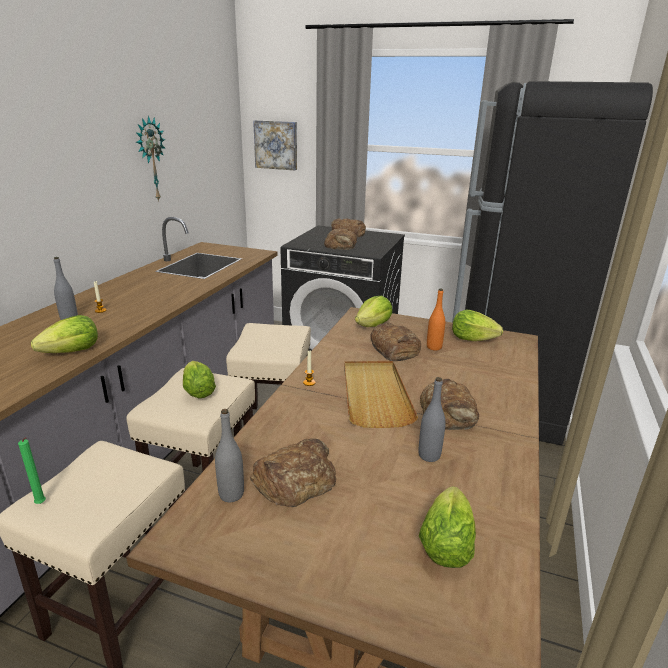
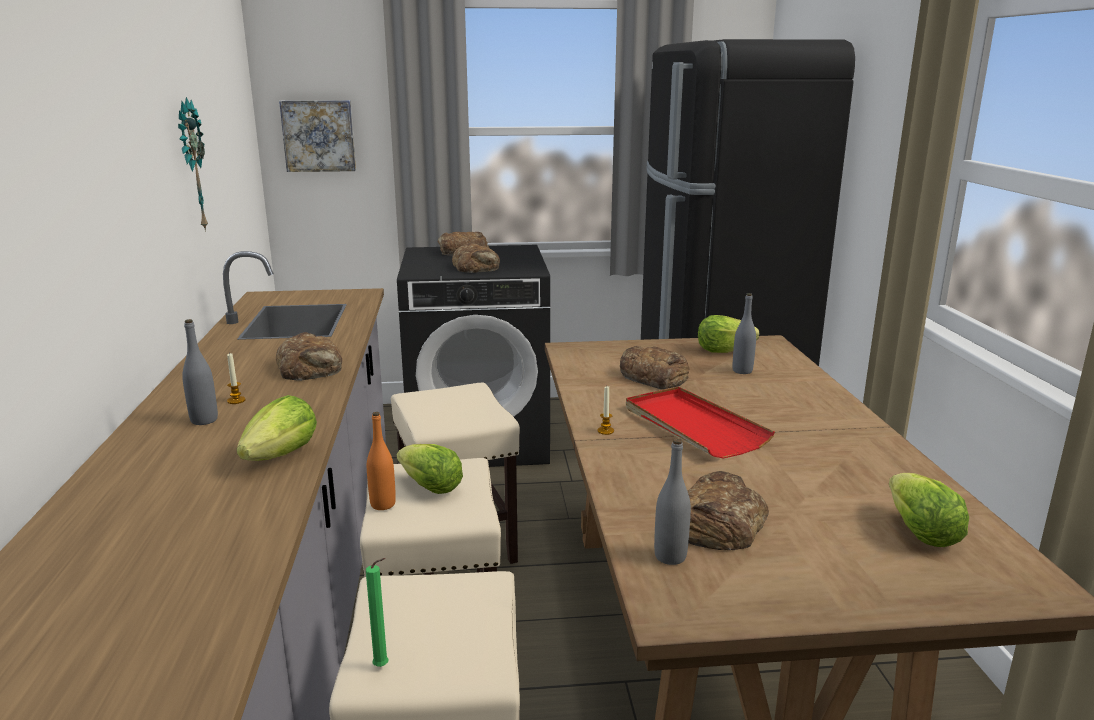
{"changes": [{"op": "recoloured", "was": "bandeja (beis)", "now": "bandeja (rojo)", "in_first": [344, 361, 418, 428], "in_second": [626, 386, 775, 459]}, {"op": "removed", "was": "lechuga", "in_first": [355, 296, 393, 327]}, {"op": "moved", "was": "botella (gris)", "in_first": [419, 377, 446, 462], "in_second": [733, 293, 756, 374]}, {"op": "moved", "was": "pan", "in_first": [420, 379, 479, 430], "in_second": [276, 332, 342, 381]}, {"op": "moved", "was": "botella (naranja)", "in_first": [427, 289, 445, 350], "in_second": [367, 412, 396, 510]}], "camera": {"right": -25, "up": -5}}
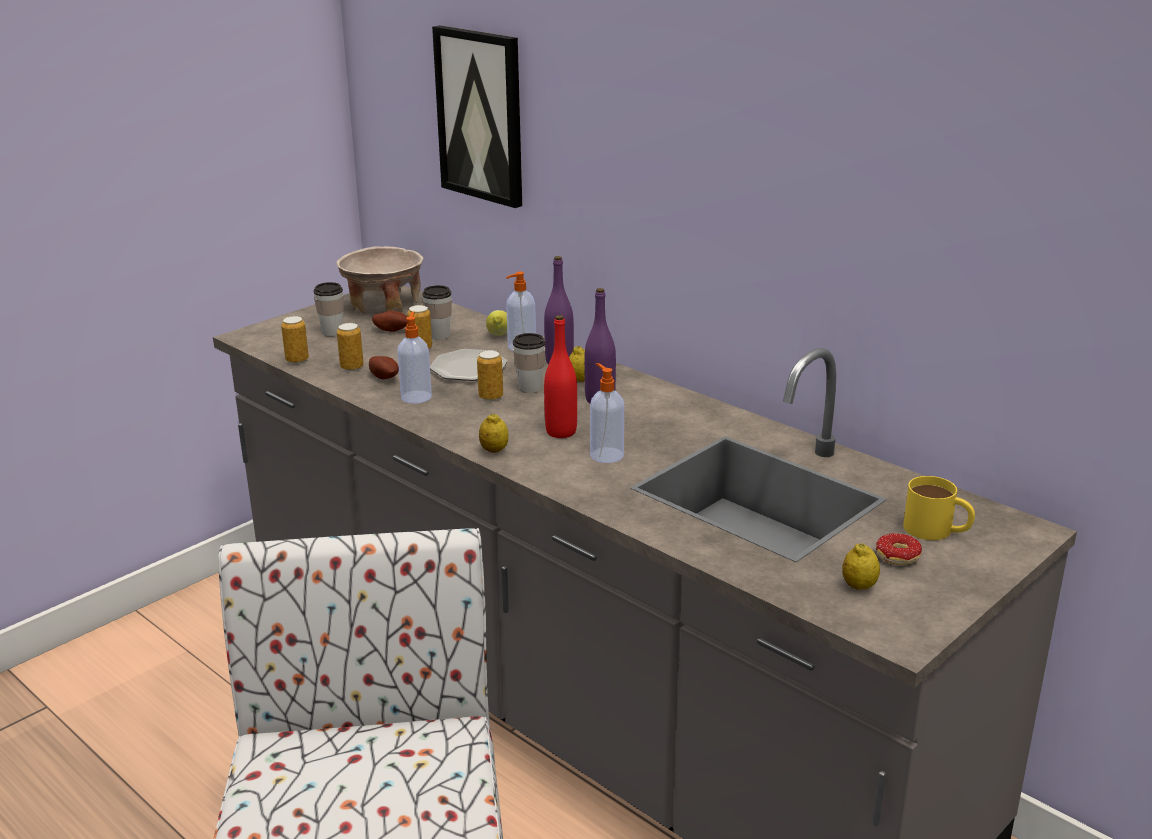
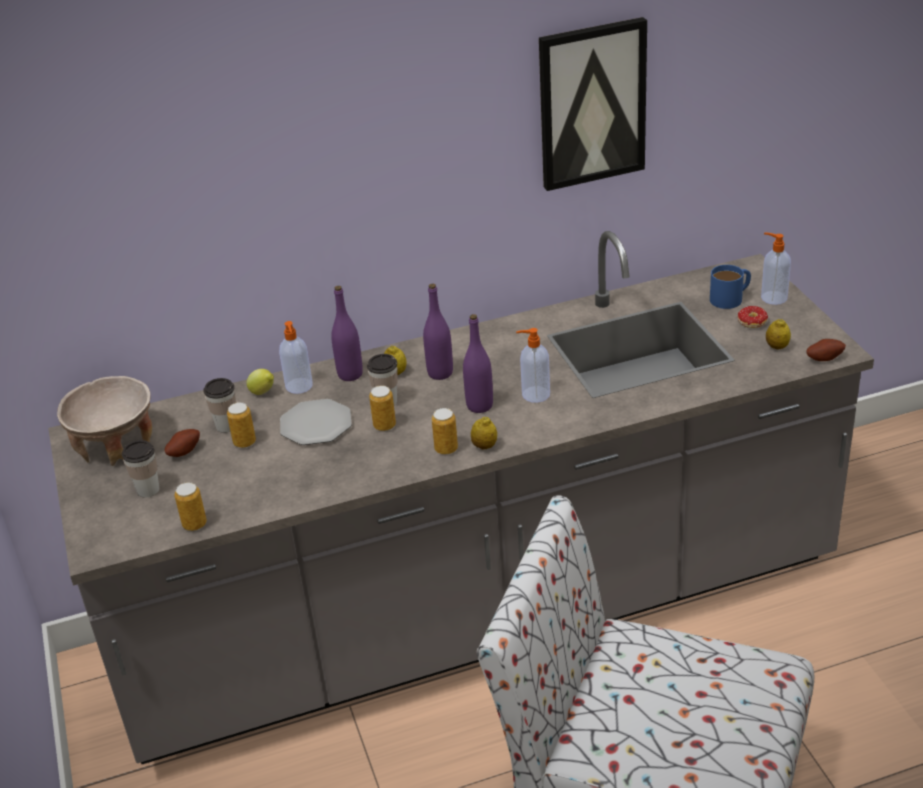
{"changes": [{"op": "moved", "was": "lata", "in_first": [337, 323, 364, 371], "in_second": [432, 408, 458, 455]}, {"op": "moved", "was": "patata", "in_first": [369, 356, 399, 379], "in_second": [806, 339, 846, 361]}, {"op": "moved", "was": "dispensador de jabón", "in_first": [397, 311, 432, 404], "in_second": [761, 233, 791, 305]}, {"op": "moved", "was": "cuadro", "in_first": [432, 25, 522, 208], "in_second": [539, 17, 647, 191]}, {"op": "recoloured", "was": "botella (rojo)", "now": "botella (morado)", "in_first": [544, 315, 577, 438], "in_second": [463, 314, 493, 413]}, {"op": "recoloured", "was": "taza grande (amarillo)", "now": "taza grande (azul)", "in_first": [903, 476, 975, 540], "in_second": [710, 265, 751, 309]}], "camera": {"right": -60, "up": 10}}
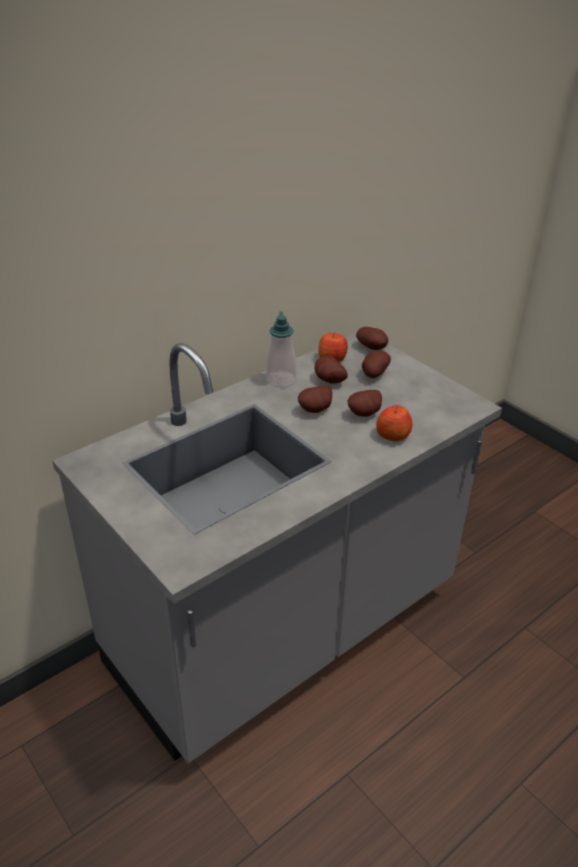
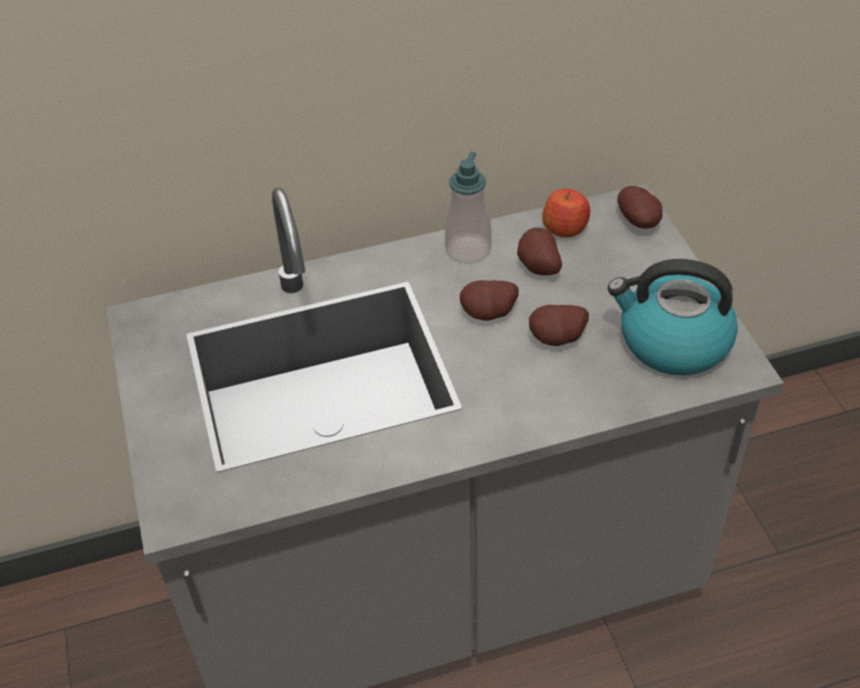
{"changes": [{"op": "removed", "was": "patata", "in_first": [362, 351, 391, 378]}, {"op": "removed", "was": "manzana", "in_first": [376, 405, 412, 441]}, {"op": "added", "now": "hervidor", "in_second": [608, 259, 738, 376]}], "camera": {"right": 25, "up": 10}}
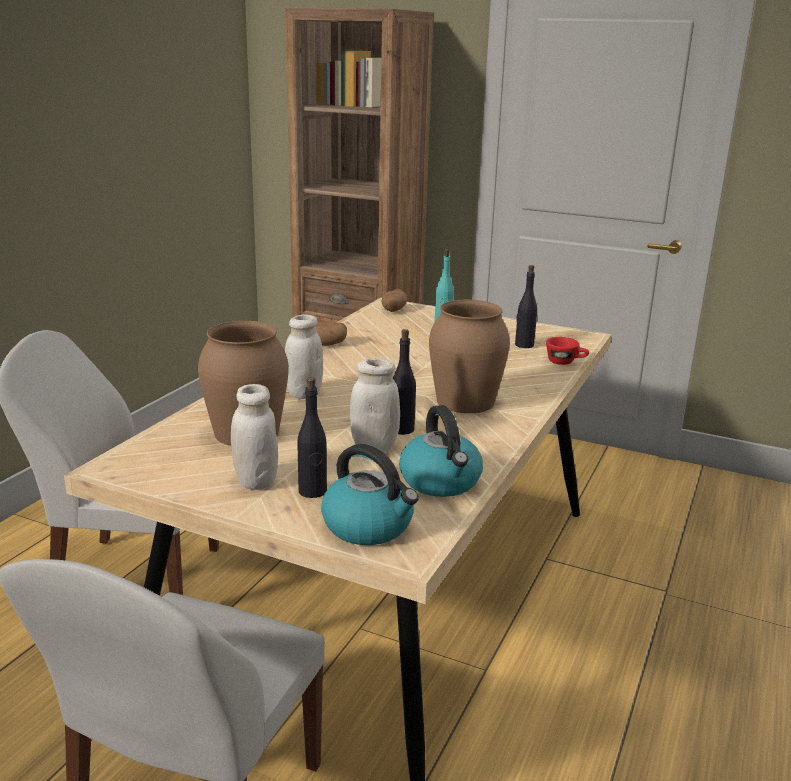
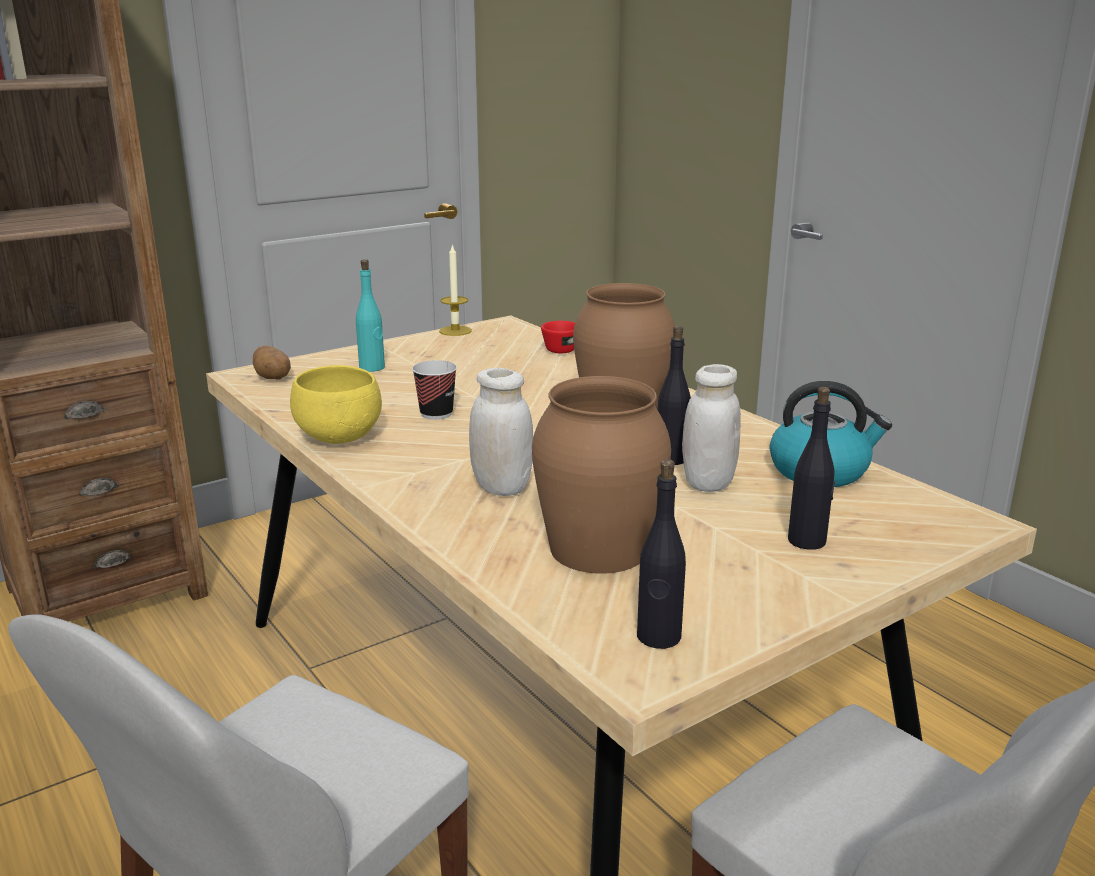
{"changes": [{"op": "removed", "was": "tarro (blanco)", "in_first": [231, 384, 278, 490]}, {"op": "replaced", "was": "patata", "now": "cuenco (amarillo)", "in_first": [316, 322, 347, 346], "in_second": [290, 365, 382, 444]}, {"op": "removed", "was": "hervidor", "in_first": [321, 444, 419, 545]}, {"op": "moved", "was": "botella (negro)", "in_first": [515, 265, 537, 348], "in_second": [637, 459, 686, 649]}, {"op": "added", "now": "taza", "in_second": [412, 360, 457, 420]}, {"op": "added", "now": "vela", "in_second": [439, 244, 472, 336]}], "camera": {"right": -60, "up": 0}}
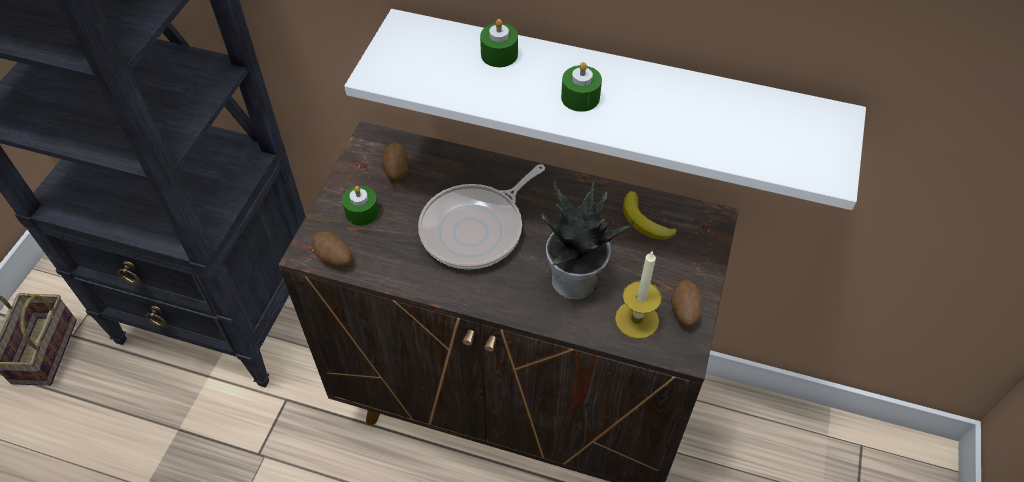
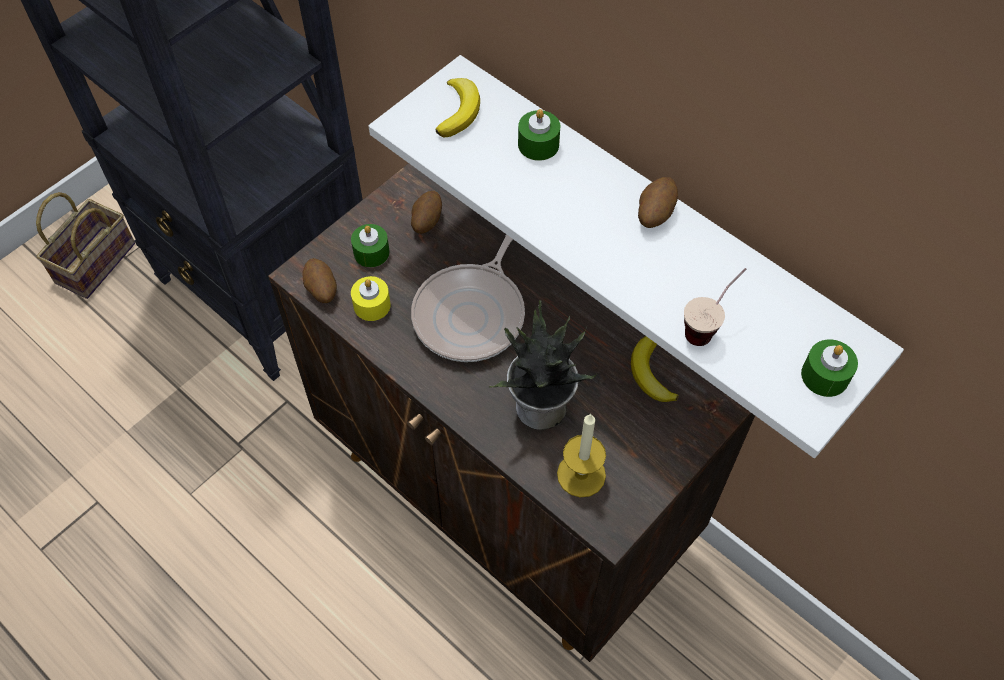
{"changes": [{"op": "turned", "was": "sartén", "in_first": [418, 164, 545, 270], "in_second": [411, 234, 525, 362], "clockwise": -45}, {"op": "moved", "was": "vela (verde)", "in_first": [561, 62, 602, 112], "in_second": [801, 339, 858, 397]}, {"op": "moved", "was": "patata", "in_first": [671, 279, 702, 327], "in_second": [638, 177, 678, 228]}, {"op": "added", "now": "vela (amarillo)", "in_second": [351, 276, 391, 321]}, {"op": "added", "now": "plátano", "in_second": [435, 78, 480, 138]}, {"op": "added", "now": "taza", "in_second": [684, 268, 747, 346]}], "camera": {"right": 25, "up": 5}}
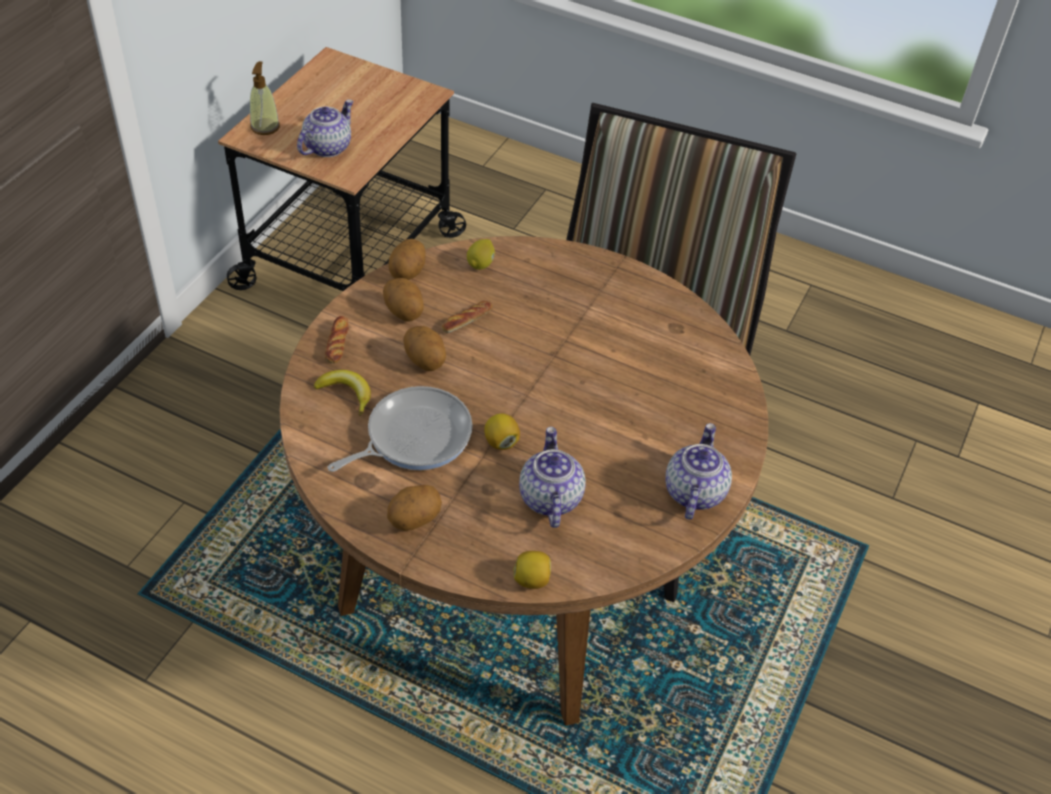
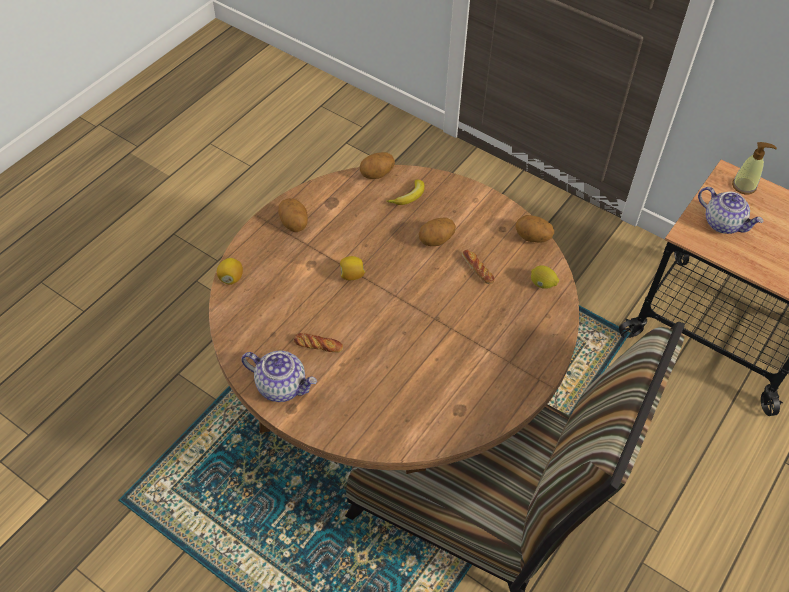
{"changes": [{"op": "moved", "was": "pan", "in_first": [325, 316, 349, 364], "in_second": [294, 333, 343, 353]}, {"op": "removed", "was": "sartén", "in_first": [328, 386, 472, 472]}, {"op": "moved", "was": "patata", "in_first": [383, 278, 424, 322], "in_second": [360, 152, 395, 179]}, {"op": "removed", "was": "tetera", "in_first": [519, 427, 586, 528]}], "camera": {"right": 100, "up": 5}}
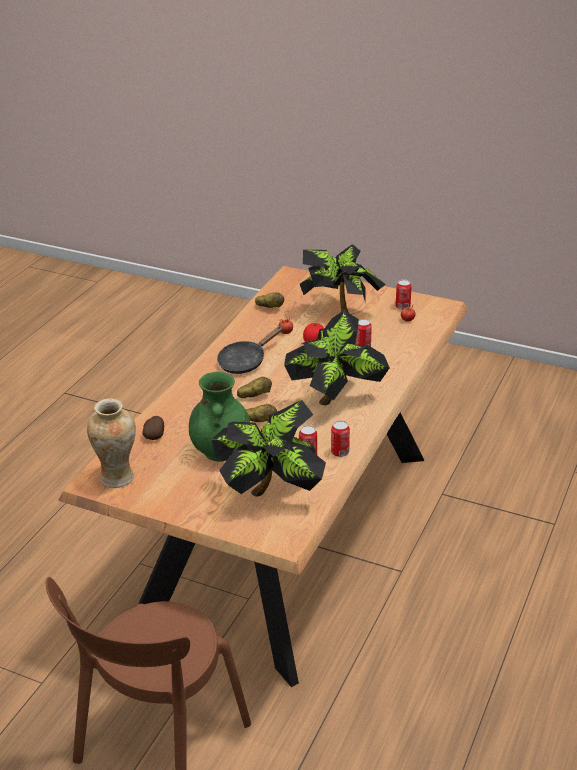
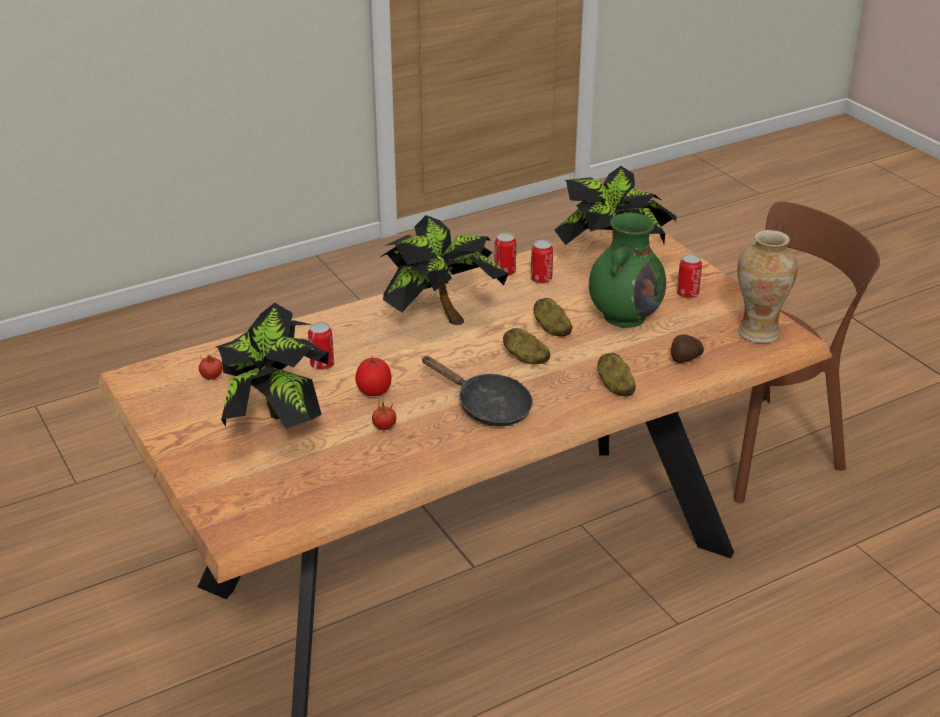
{"changes": [{"op": "turned", "was": "sartén (negro)", "in_first": [217, 326, 283, 374], "in_second": [421, 356, 533, 426], "clockwise": 45}, {"op": "moved", "was": "patata", "in_first": [255, 292, 284, 308], "in_second": [597, 353, 636, 396]}, {"op": "moved", "was": "lata", "in_first": [395, 279, 412, 310], "in_second": [677, 254, 702, 299]}], "camera": {"right": -145, "up": 0}}
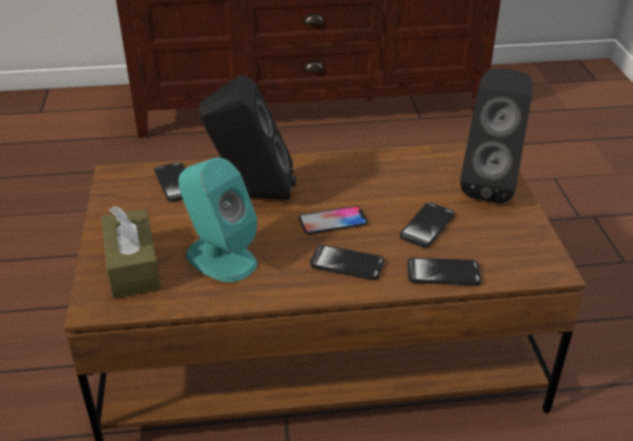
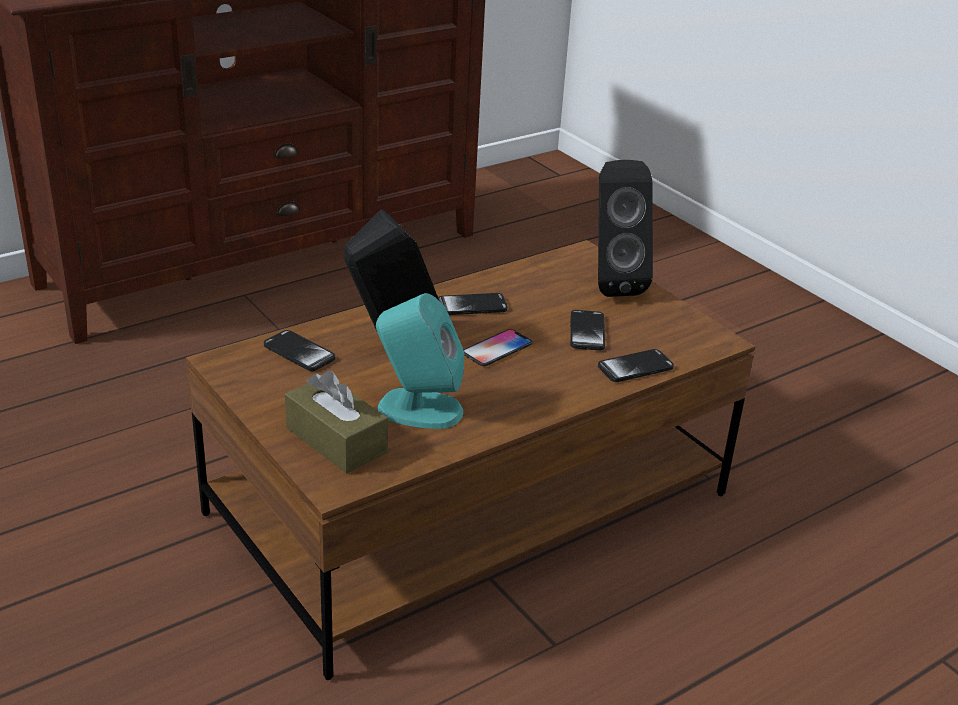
{"changes": [{"op": "moved", "was": "móvil", "in_first": [310, 245, 385, 280], "in_second": [438, 293, 508, 315]}], "camera": {"right": -30, "up": -5}}
